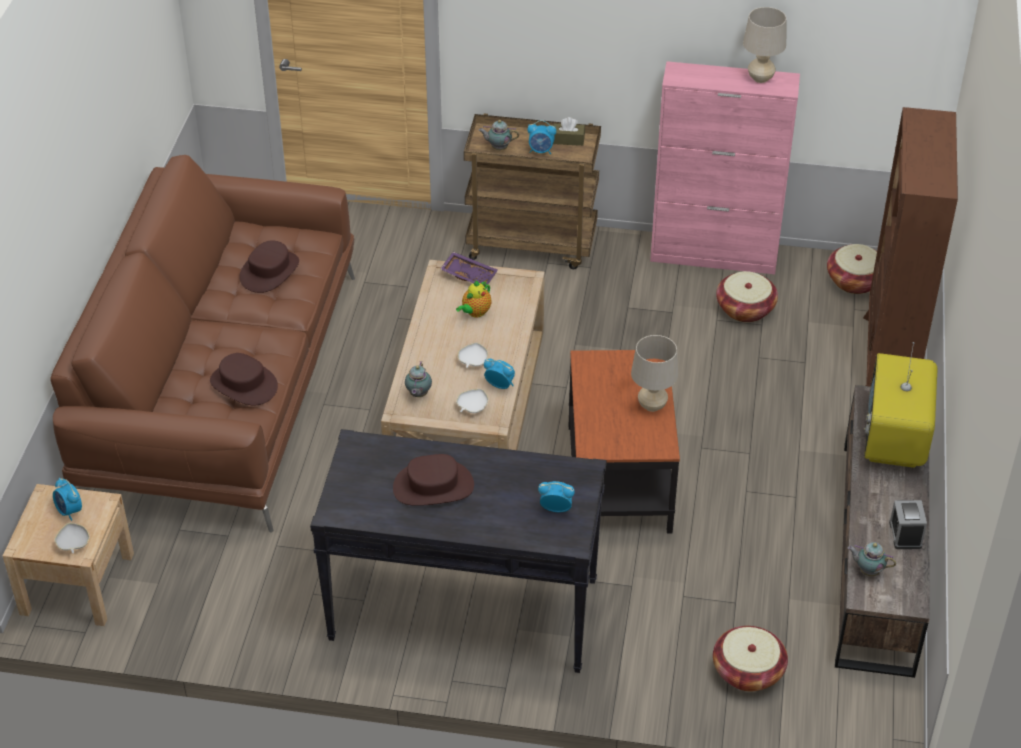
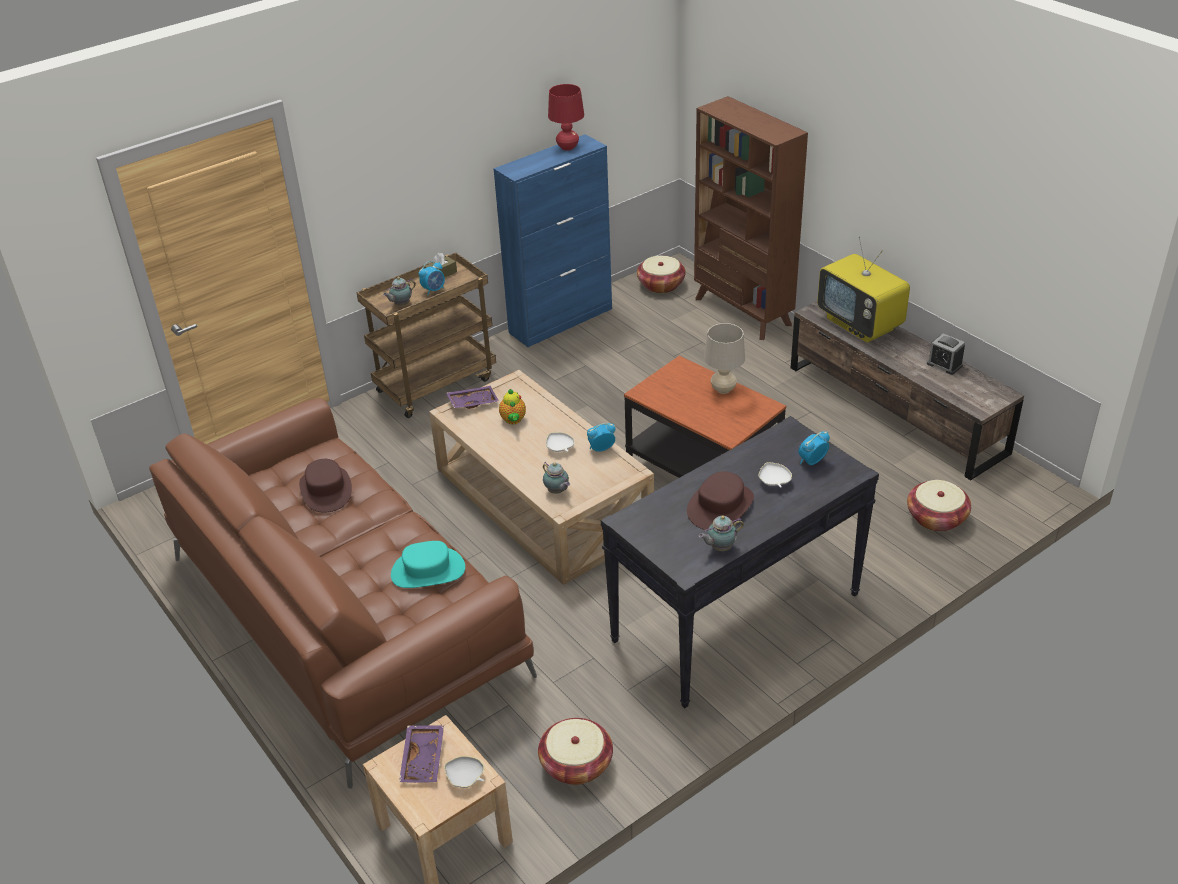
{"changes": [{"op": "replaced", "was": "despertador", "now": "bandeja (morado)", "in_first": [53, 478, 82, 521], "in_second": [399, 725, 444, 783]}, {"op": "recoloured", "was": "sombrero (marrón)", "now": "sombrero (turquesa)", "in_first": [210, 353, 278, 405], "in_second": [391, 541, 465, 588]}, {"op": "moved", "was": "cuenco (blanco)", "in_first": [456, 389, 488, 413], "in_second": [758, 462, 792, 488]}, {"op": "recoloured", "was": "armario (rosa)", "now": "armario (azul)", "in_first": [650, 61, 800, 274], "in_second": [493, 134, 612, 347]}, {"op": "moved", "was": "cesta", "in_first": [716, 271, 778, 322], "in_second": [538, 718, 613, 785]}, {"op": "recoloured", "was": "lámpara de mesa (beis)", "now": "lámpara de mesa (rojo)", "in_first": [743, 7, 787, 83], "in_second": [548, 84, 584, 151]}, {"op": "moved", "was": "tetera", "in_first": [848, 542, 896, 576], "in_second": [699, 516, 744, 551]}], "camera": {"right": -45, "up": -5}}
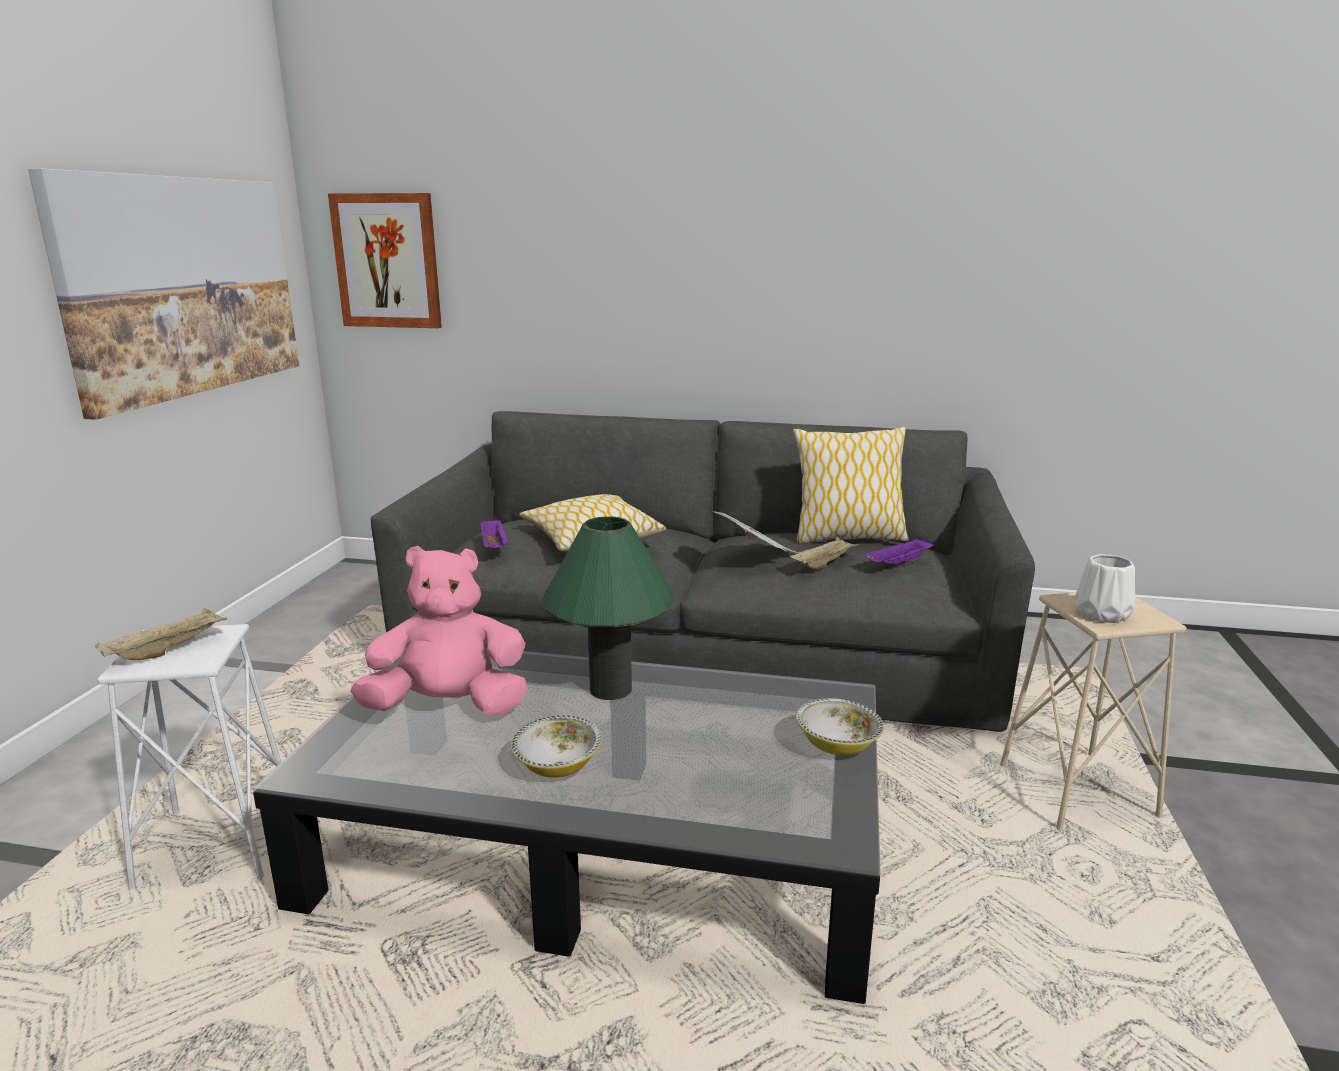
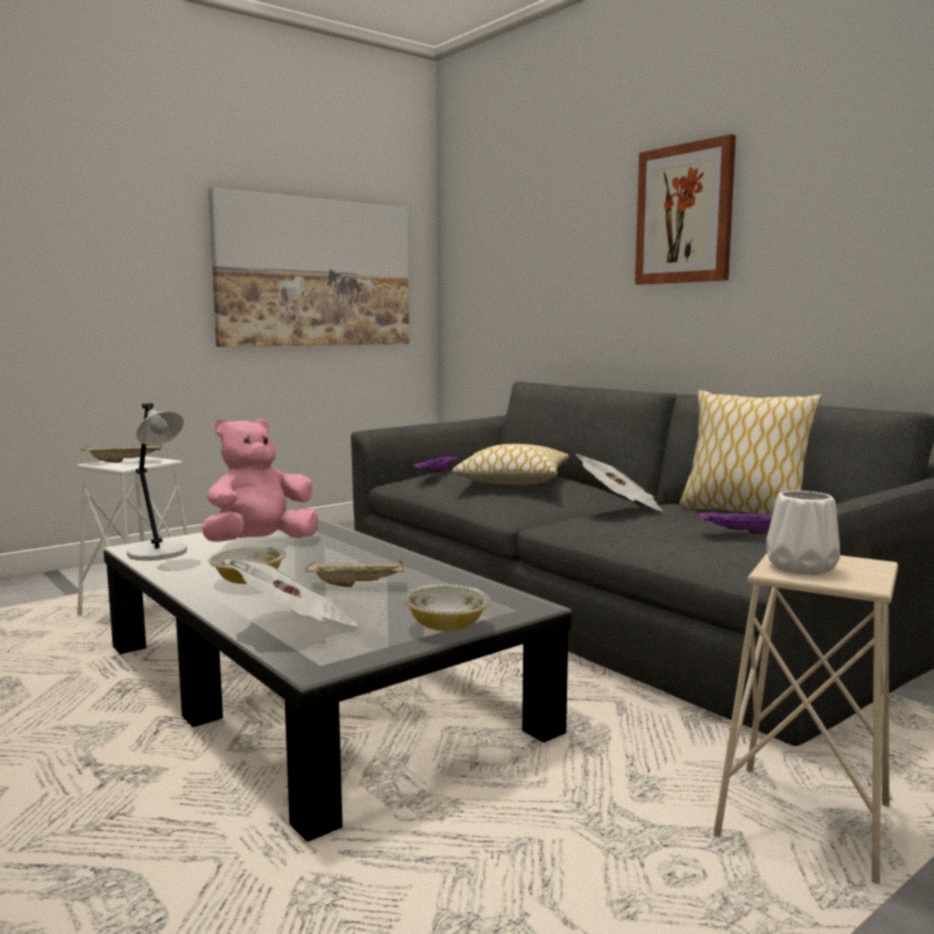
{"changes": [{"op": "moved", "was": "cuadro", "in_first": [328, 193, 442, 328], "in_second": [635, 134, 736, 285]}, {"op": "turned", "was": "peluche (rosa)", "in_first": [351, 546, 528, 716], "in_second": [202, 419, 318, 542], "clockwise": -75}, {"op": "removed", "was": "lámpara de mesa (verde)", "in_first": [542, 516, 674, 700]}, {"op": "moved", "was": "bandeja (beis)", "in_first": [790, 537, 860, 569], "in_second": [306, 560, 405, 587]}, {"op": "added", "now": "lámpara de mesa (gris)", "in_second": [127, 403, 187, 560]}, {"op": "added", "now": "periódico", "in_second": [224, 559, 359, 626]}], "camera": {"right": 40, "up": -10}}
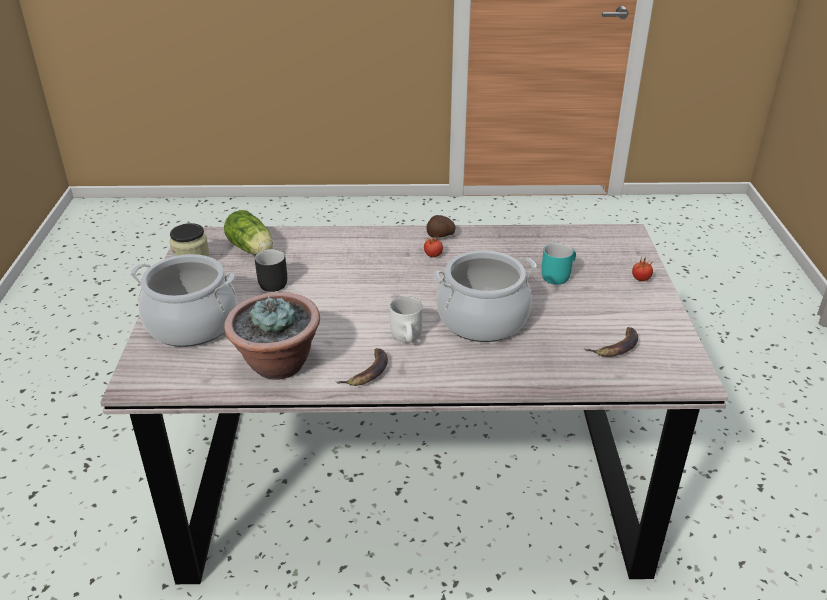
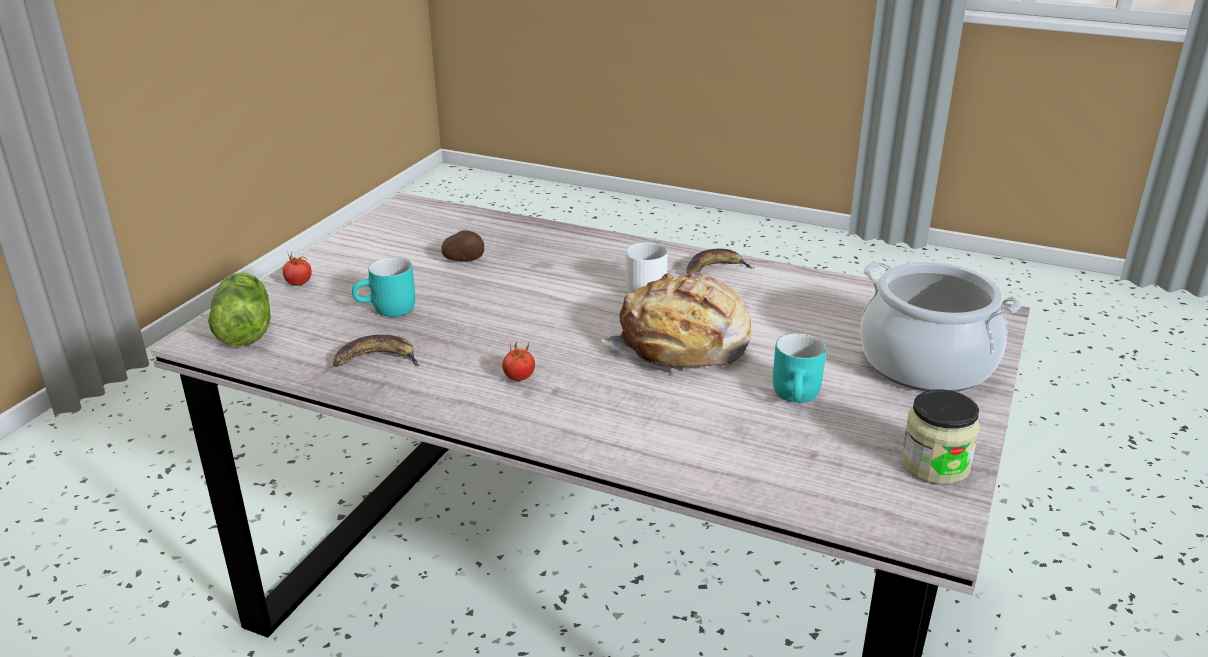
{"changes": [{"op": "moved", "was": "lechuga", "in_first": [224, 210, 273, 255], "in_second": [208, 273, 271, 346]}, {"op": "removed", "was": "planta en maceta", "in_first": [224, 292, 320, 380]}, {"op": "recoloured", "was": "taza grande (negro)", "now": "taza grande (turquesa)", "in_first": [255, 249, 287, 292], "in_second": [773, 333, 826, 403]}, {"op": "moved", "was": "patata", "in_first": [426, 215, 455, 238], "in_second": [441, 230, 484, 262]}, {"op": "removed", "was": "olla", "in_first": [434, 250, 537, 342]}, {"op": "moved", "was": "plátano", "in_first": [585, 327, 638, 357], "in_second": [333, 335, 419, 367]}, {"op": "added", "now": "pan", "in_second": [601, 271, 751, 374]}], "camera": {"right": -155, "up": -5}}
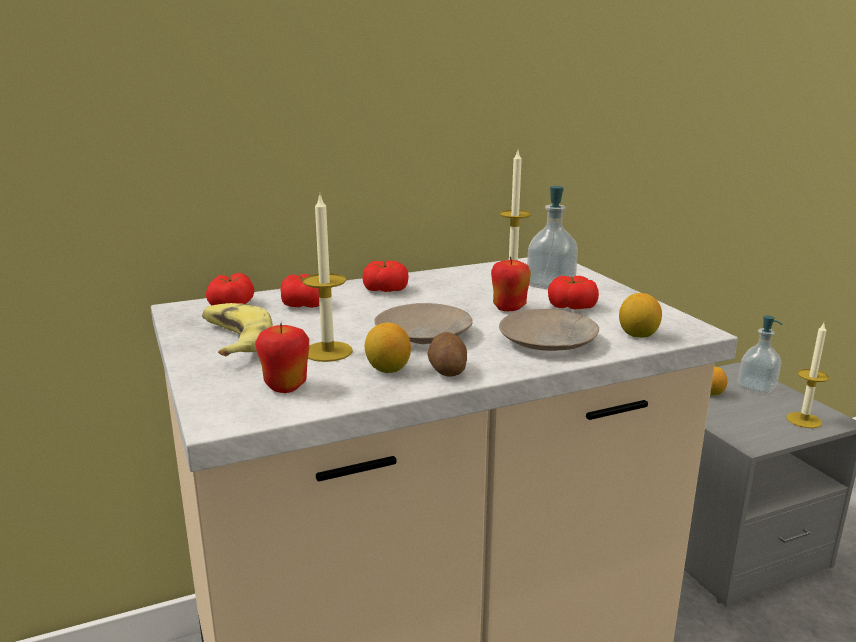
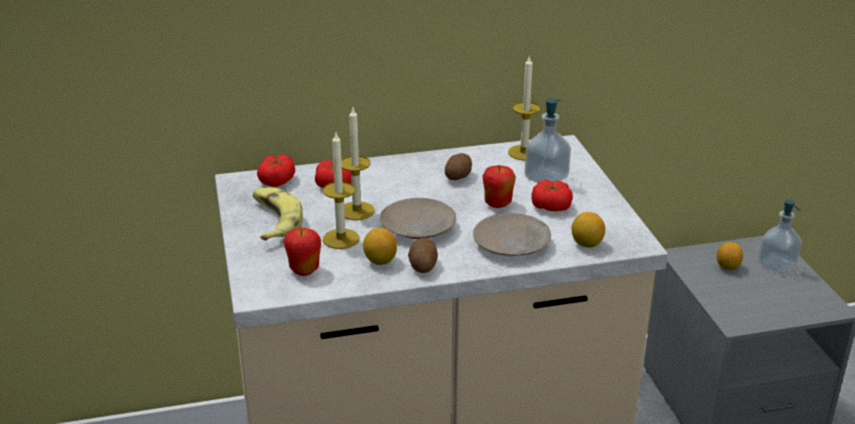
{"changes": [{"op": "removed", "was": "tomate", "in_first": [362, 261, 409, 292]}, {"op": "moved", "was": "vela", "in_first": [786, 323, 829, 428], "in_second": [341, 108, 375, 220]}, {"op": "added", "now": "patata", "in_second": [445, 153, 472, 180]}], "camera": {"right": 10, "up": 10}}
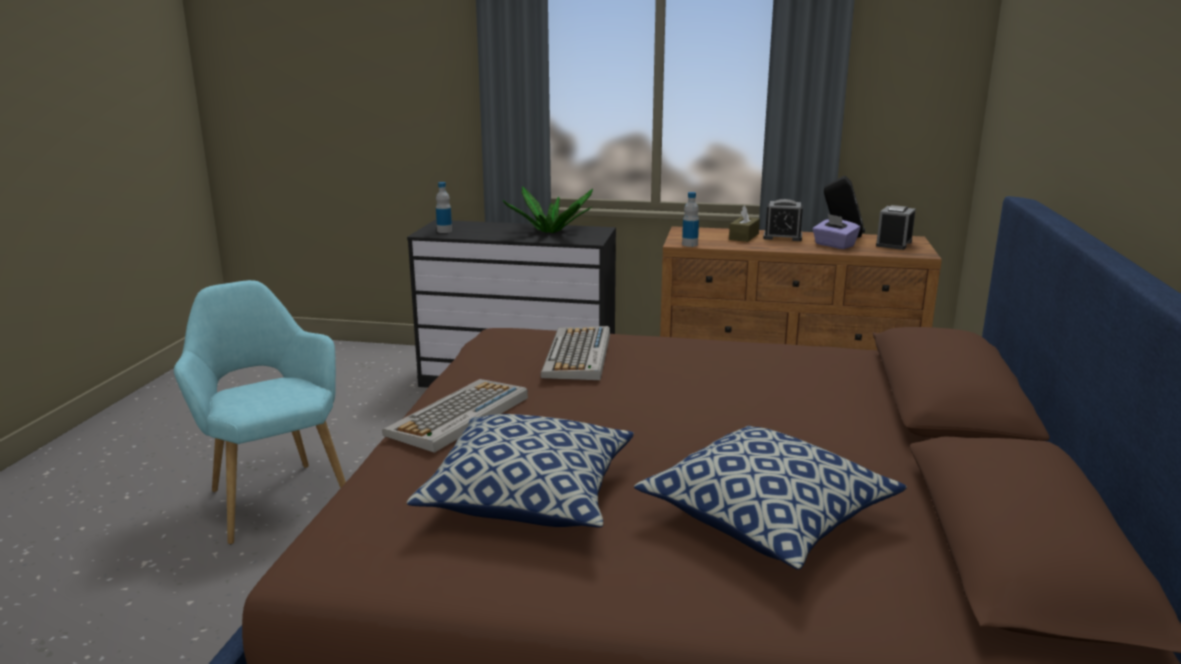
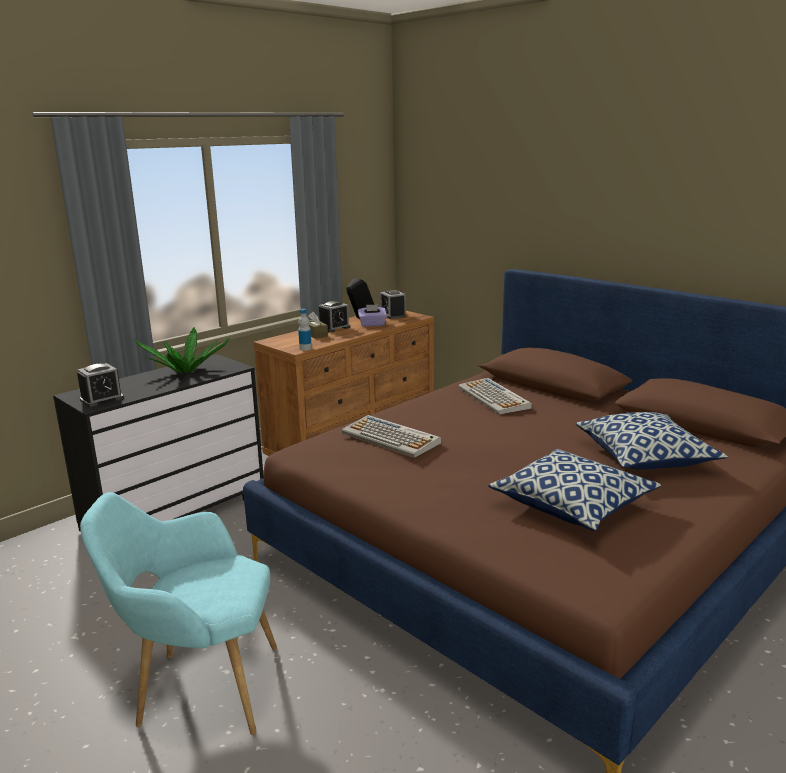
{"changes": [{"op": "moved", "was": "teclado", "in_first": [382, 379, 528, 453], "in_second": [458, 378, 532, 415]}, {"op": "replaced", "was": "botella", "now": "despertador", "in_first": [436, 182, 452, 233], "in_second": [77, 363, 124, 407]}], "camera": {"right": -55, "up": 0}}
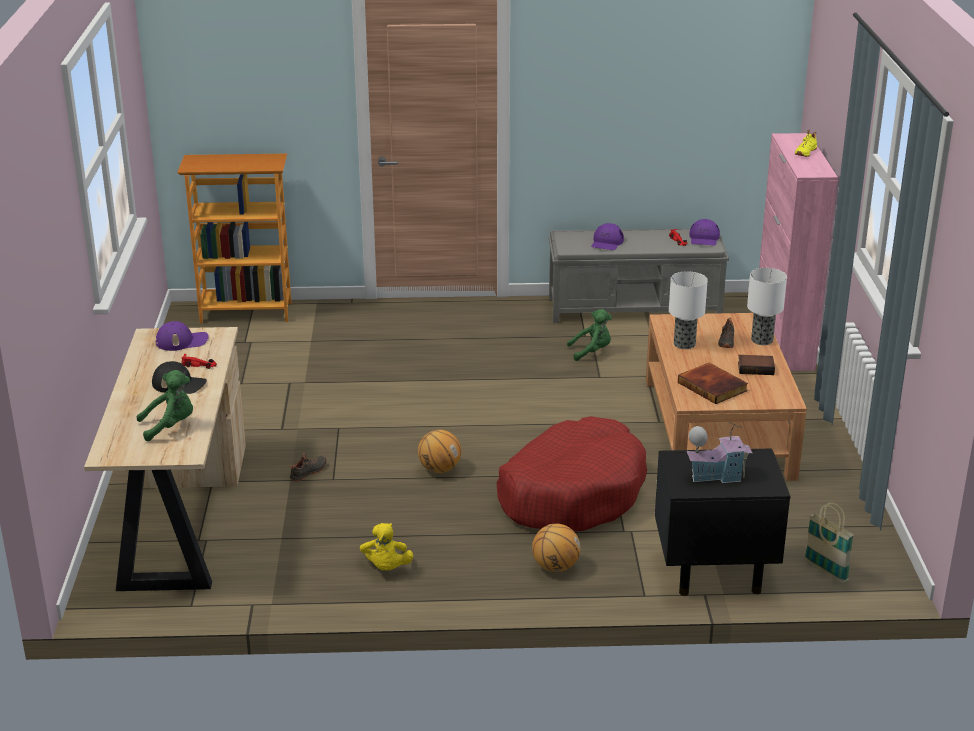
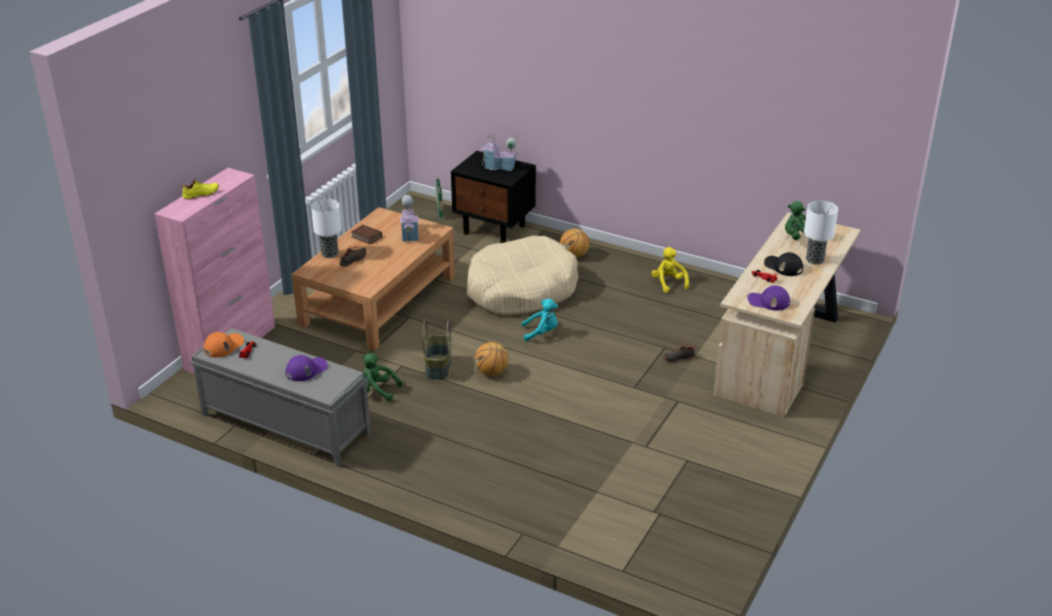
{"changes": [{"op": "removed", "was": "estantería", "in_first": [177, 154, 291, 324]}, {"op": "turned", "was": "peluche (amarillo)", "in_first": [360, 523, 414, 571], "in_second": [652, 247, 689, 293], "clockwise": -45}, {"op": "moved", "was": "balón de baloncesto", "in_first": [418, 430, 461, 473], "in_second": [475, 342, 508, 376]}, {"op": "recoloured", "was": "cama para perro (rojo)", "now": "cama para perro (beis)", "in_first": [497, 416, 647, 532], "in_second": [467, 236, 578, 315]}, {"op": "moved", "was": "lámpara de mesa", "in_first": [669, 271, 708, 349], "in_second": [804, 201, 838, 264]}, {"op": "replaced", "was": "libro", "now": "casita", "in_first": [678, 362, 748, 404], "in_second": [400, 195, 419, 243]}, {"op": "recoloured", "was": "gorra (morado)", "now": "gorra (naranja)", "in_first": [689, 219, 720, 246], "in_second": [204, 332, 244, 357]}, {"op": "added", "now": "cesta", "in_second": [423, 319, 451, 380]}, {"op": "added", "now": "peluche (turquesa)", "in_second": [522, 299, 558, 341]}], "camera": {"right": -150, "up": 5}}
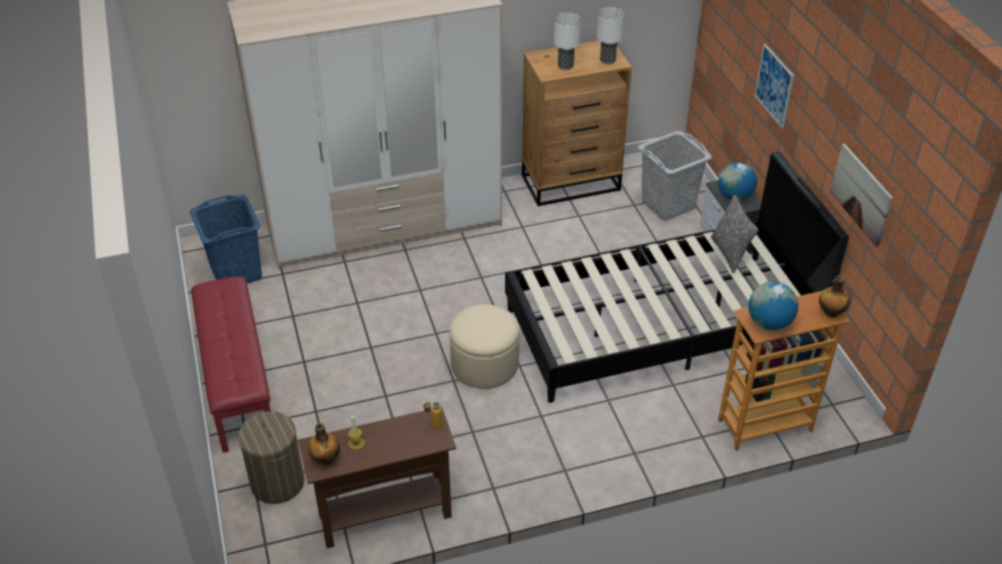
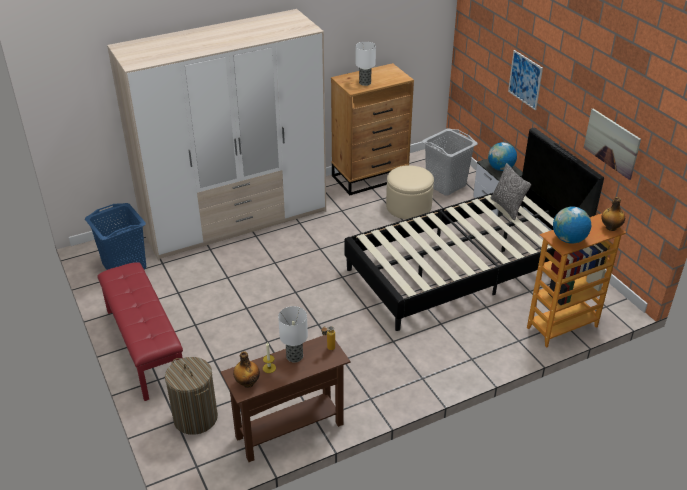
{"changes": [{"op": "moved", "was": "puf (beis)", "in_first": [449, 304, 520, 389], "in_second": [386, 165, 434, 219]}, {"op": "moved", "was": "lámpara de mesa", "in_first": [596, 7, 625, 64], "in_second": [278, 306, 308, 363]}], "camera": {"right": -10, "up": -5}}
